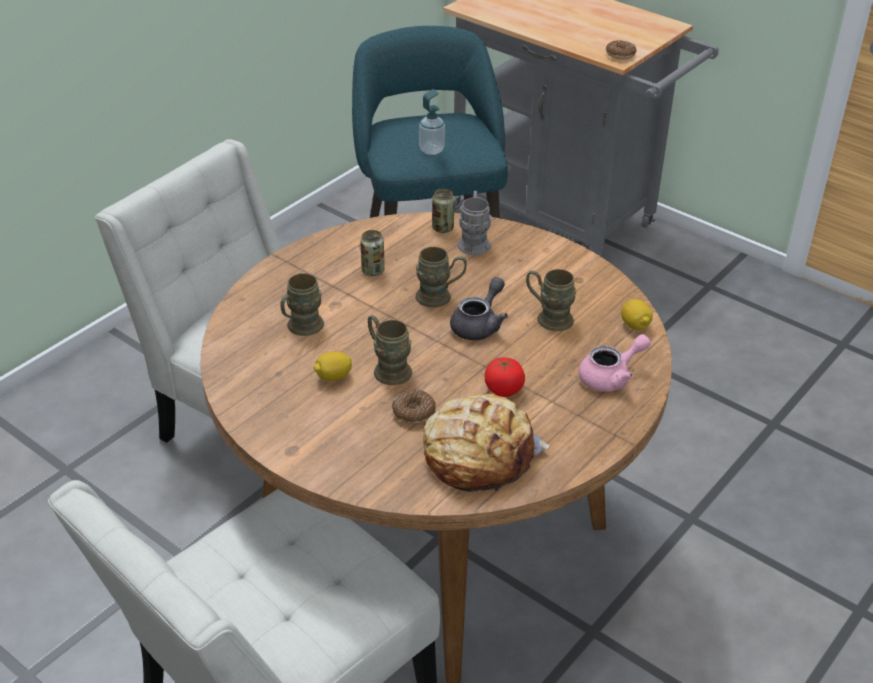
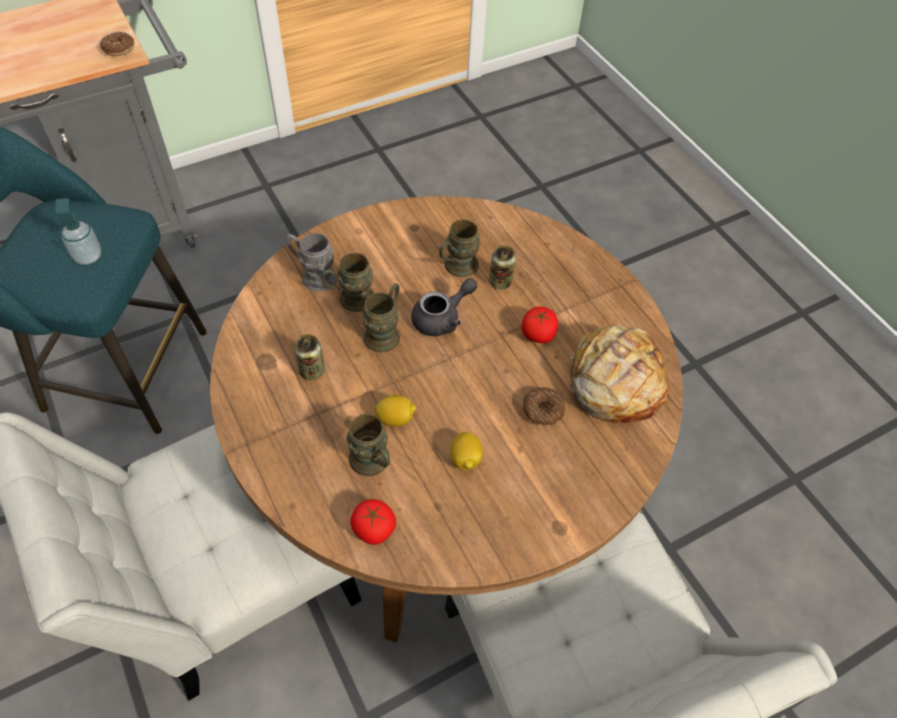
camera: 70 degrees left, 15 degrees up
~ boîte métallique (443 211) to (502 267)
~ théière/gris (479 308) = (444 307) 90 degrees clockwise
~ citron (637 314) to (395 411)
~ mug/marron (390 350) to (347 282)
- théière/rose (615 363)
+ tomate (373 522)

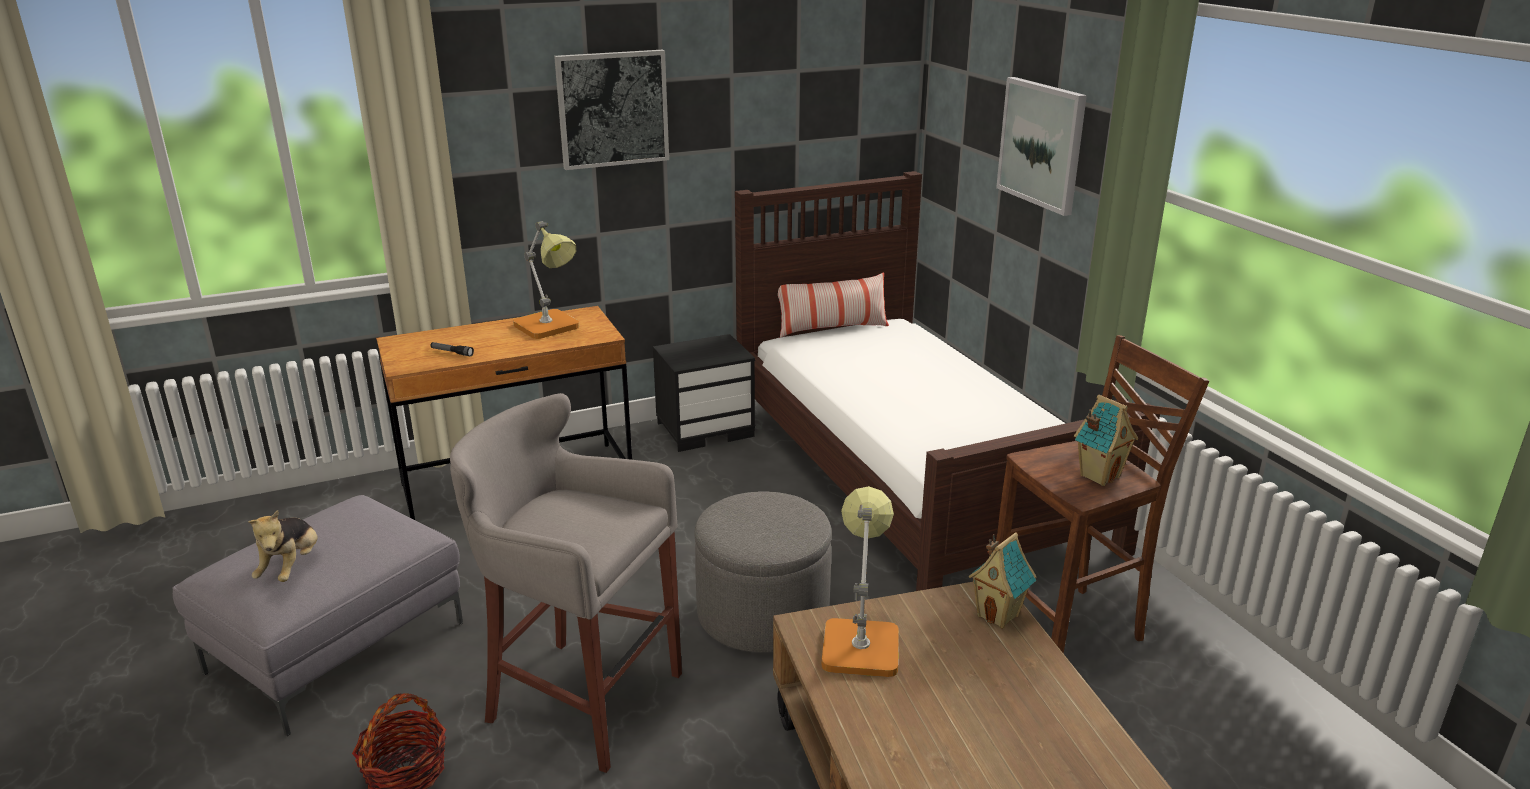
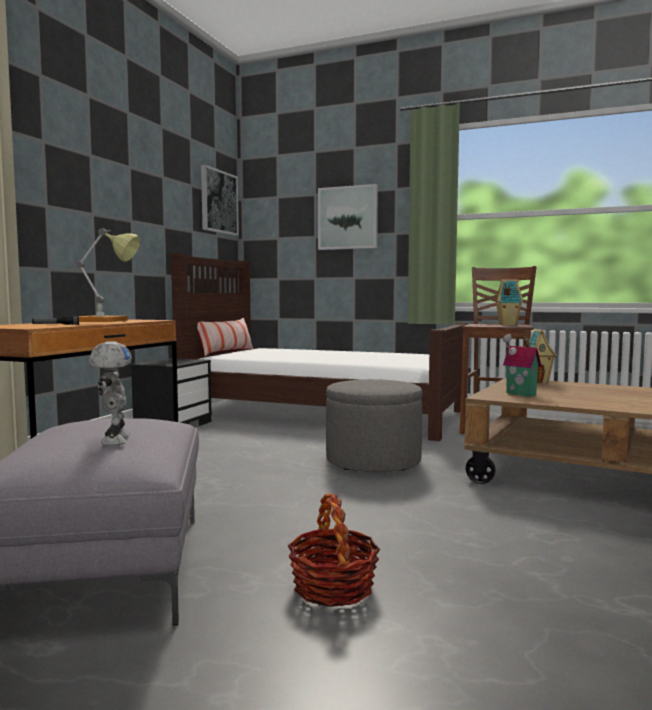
camera: 45 degrees left, 20 degrees down
~ tableau (611 110) to (220 200)
- tabouret/gris (566 583)
~ lampe de table (860 581) to maison miniature (522 365)
~ peluche (283 546) to robot jouet (110 393)

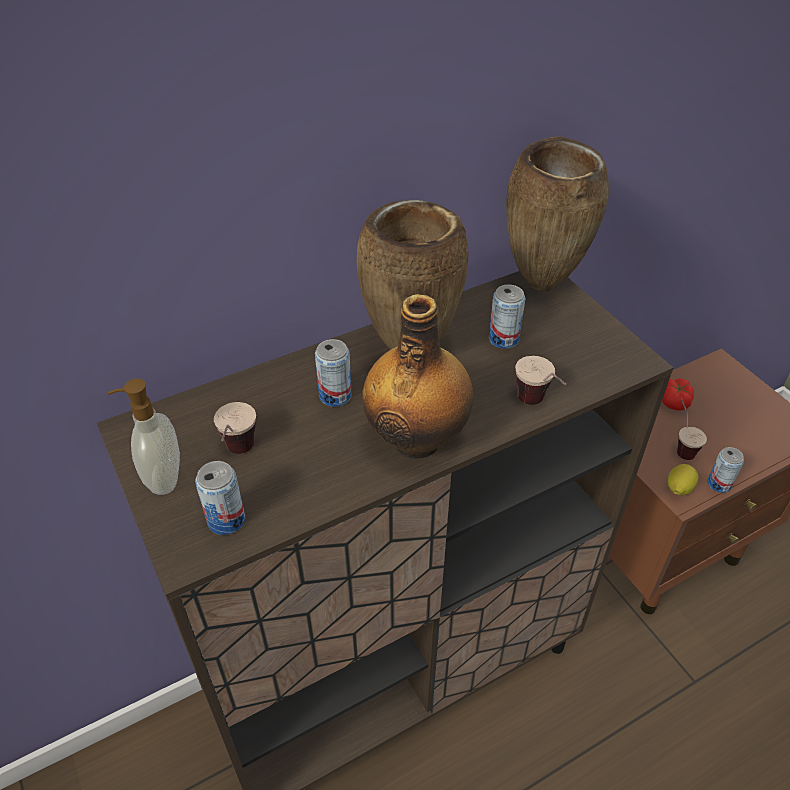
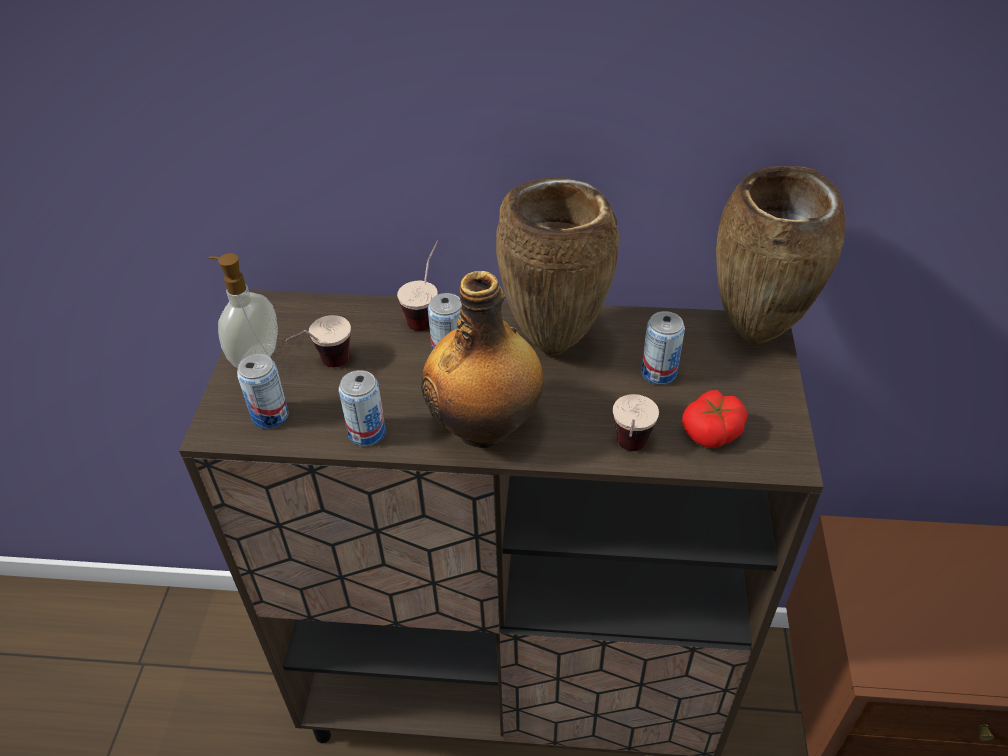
camera: 35 degrees right, 0 degrees up
~ tomate (678 394) to (715 419)
~ tasse (692 429) to (418 286)
~ boîte métallique (725 470) to (362 408)
- citron (683 479)

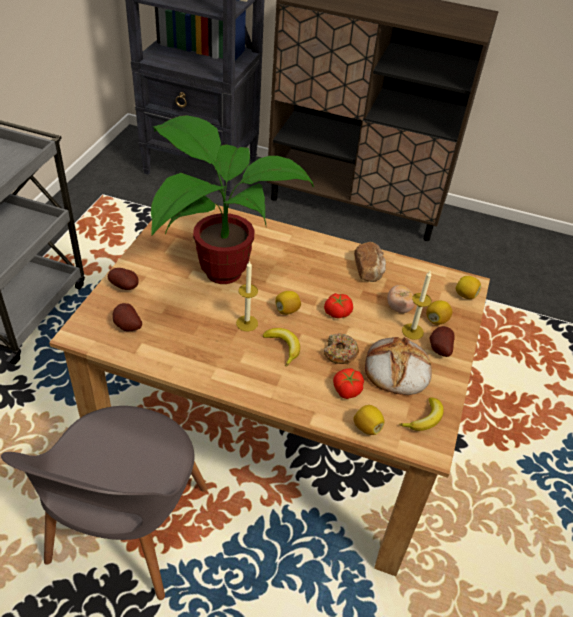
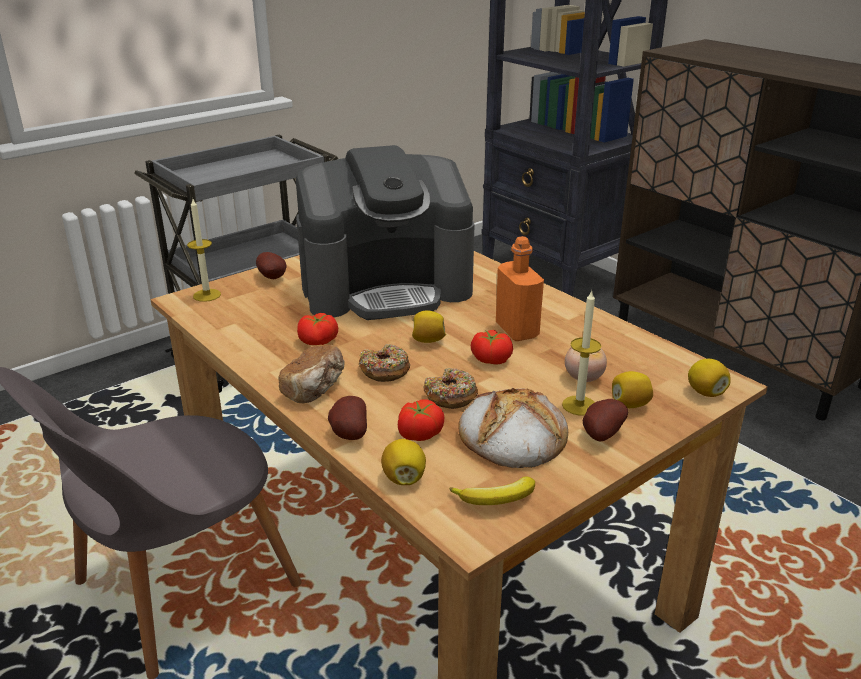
camera: 35 degrees right, 15 degrees down
~ plante en pot (232 199) to machine à café (385 232)
~ pain (370 262) to (311 374)
~ bougie (247 295) to (204 250)
~ pomme de terre (127 317) to (347 418)
~ banane (281 347) to beignet (384 363)
+ bouteille/orange (520 288)
+ tomate (317 329)

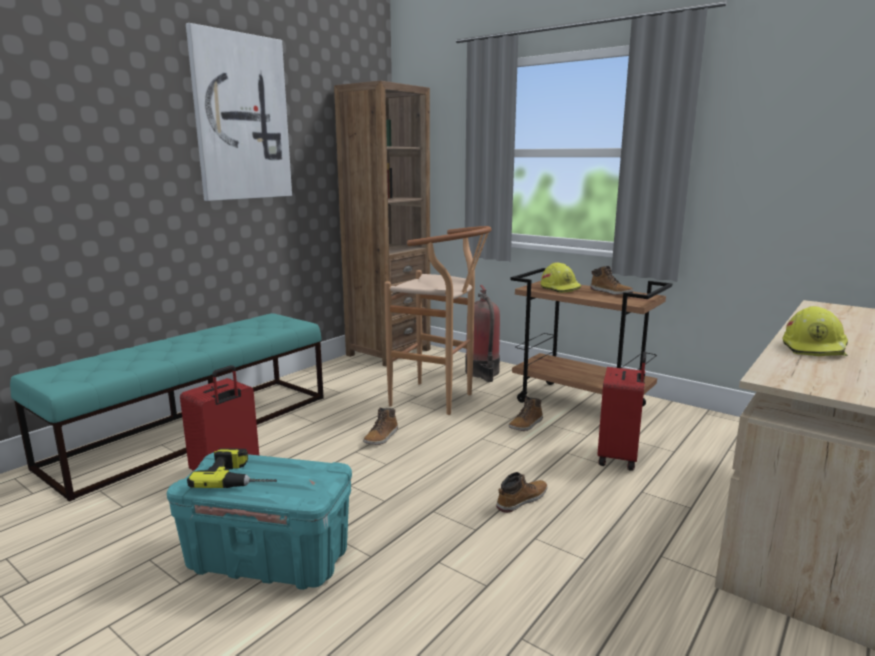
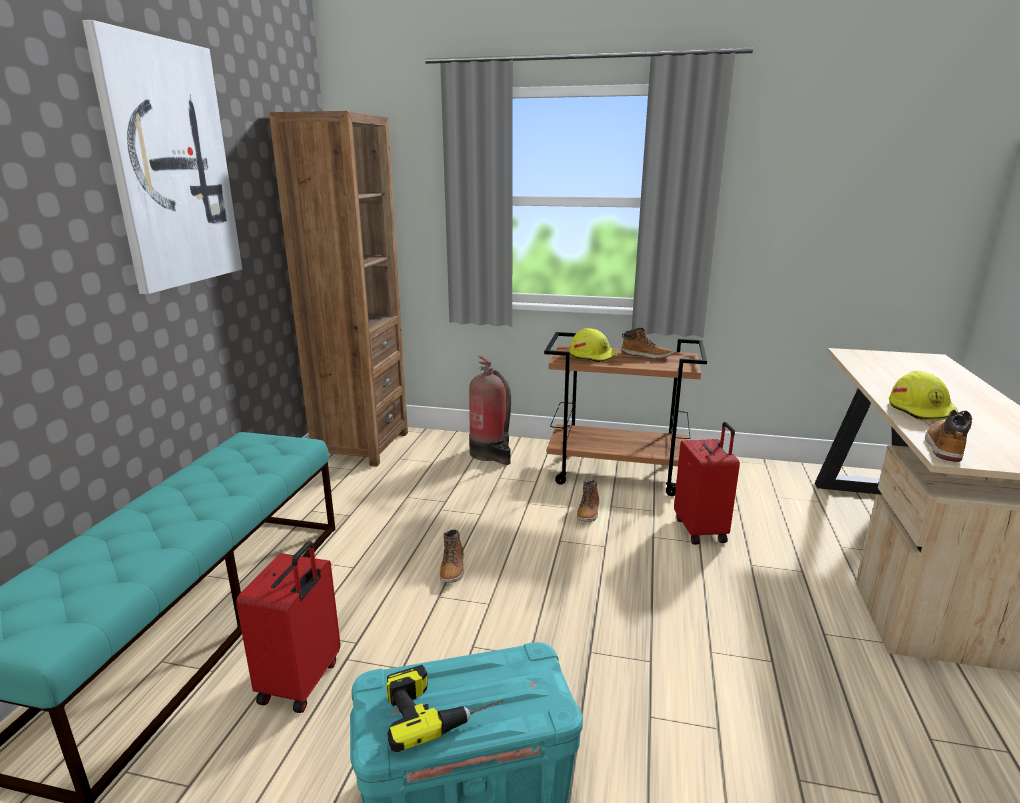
camera: 25 degrees left, 5 degrees up
- tabouret/marron (438 320)
~ botte (522 492) to (948 436)

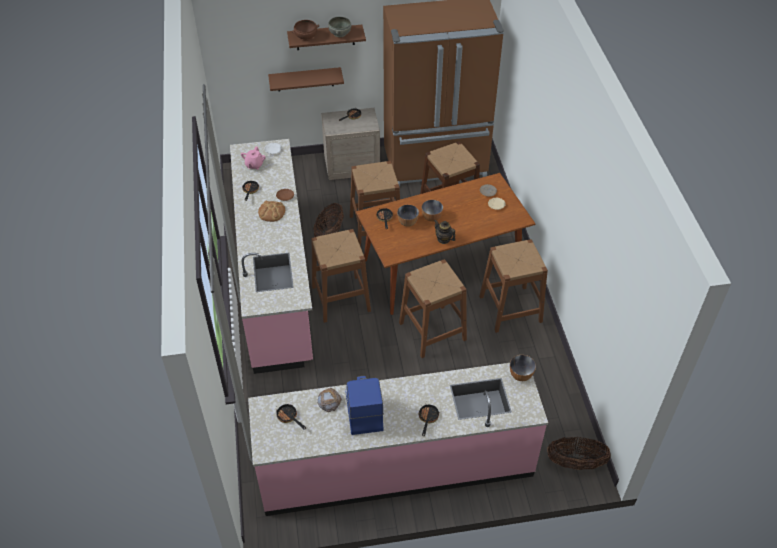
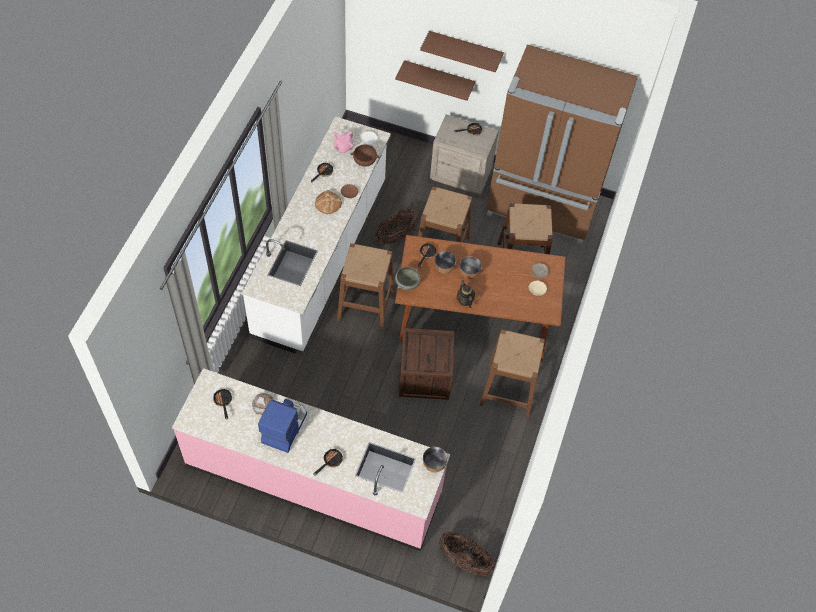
camera: 25 degrees right, 10 degrees up
~ bol/gris (339 27) to (407 278)
~ bol/marron (305 30) to (364 156)
~ comptoir de cuisine/rose (271 256) to comptoir de cuisine/blanc (316 235)
~ tabouret/marron (433 308) to caisse (426 364)

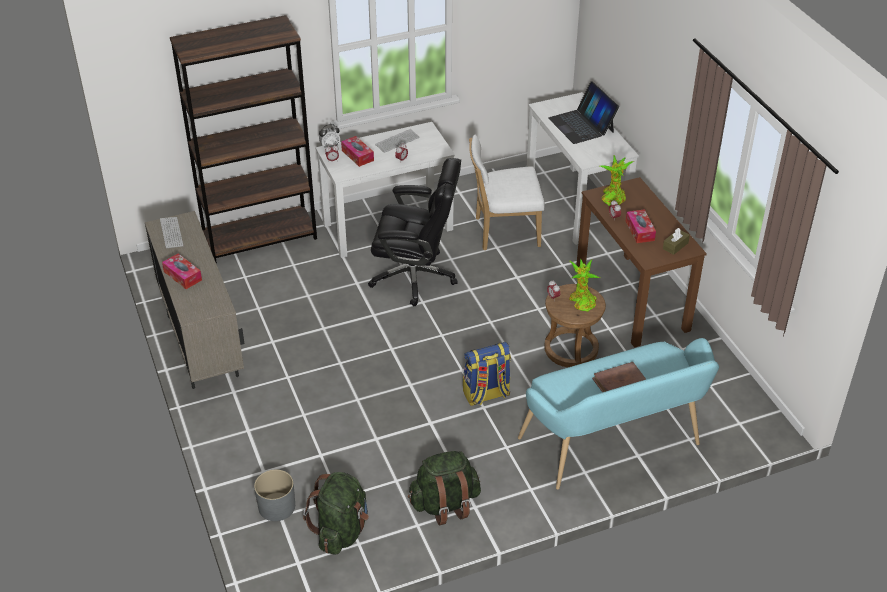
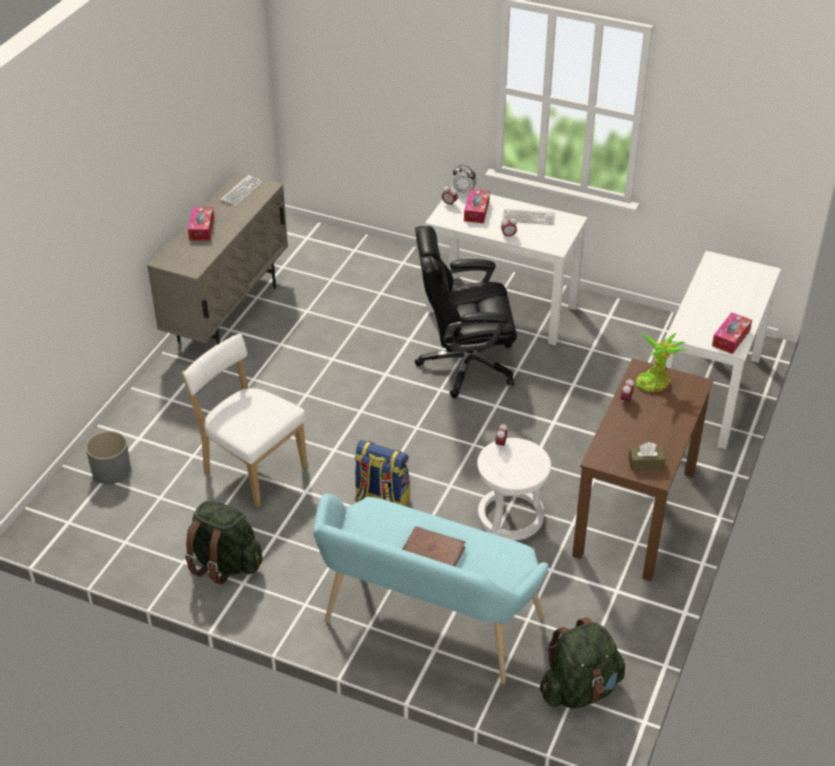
camera: 45 degrees right, 0 degrees up
- bibliothèque/marron (243 139)
- ordinateur portable (583 112)
~ chaise/blanc (507 192) to (244 421)
~ chaise de bureau/noir (414 232) = (466 312) 120 degrees clockwise
~ boîte à mouchoirs (640 226) to (732 333)
- plante en pot (584 285)
~ tabouret/marron (575 325) to tabouret/blanc (514 489)
~ sac à dos/vert (336 513) to (582 663)

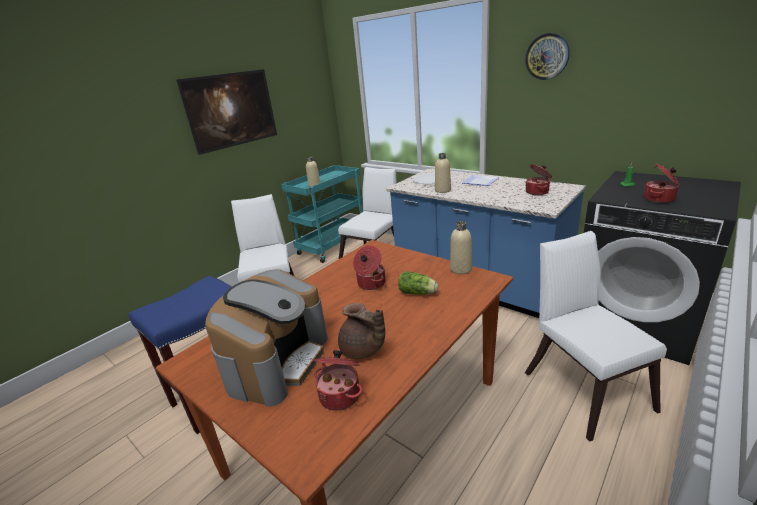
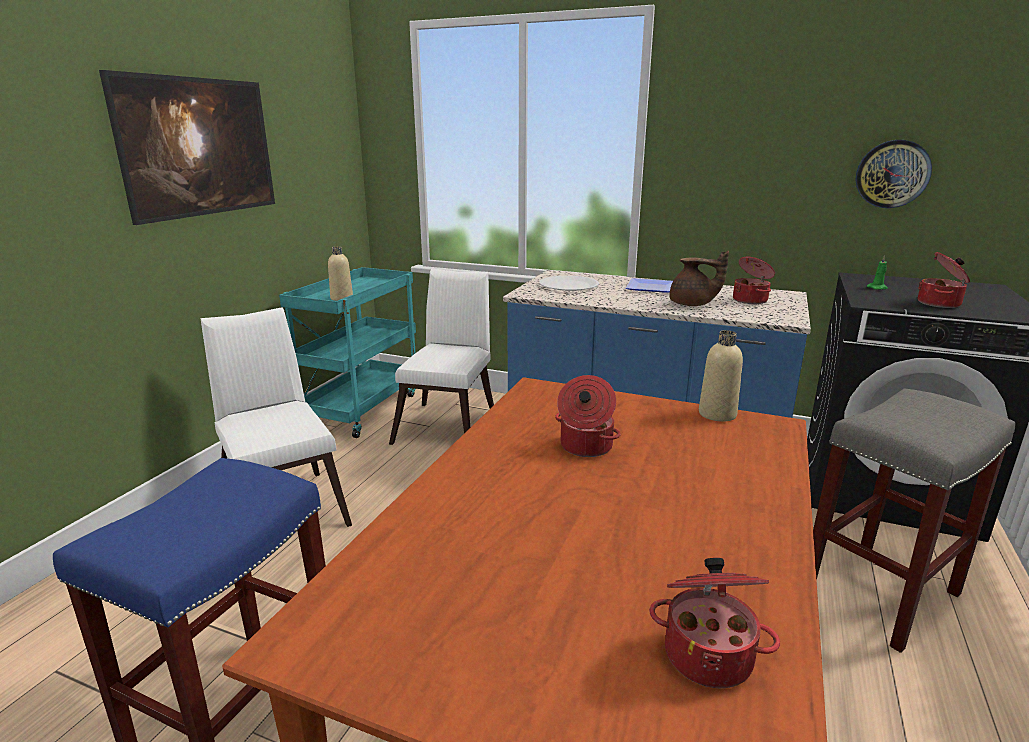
camera: 20 degrees left, 5 degrees down
~ horloge murale (547 56) to (893 174)
- bouteille/beige (443 173)
~ chaise/blanc (596 336) to tabouret/gris (914 521)
- machine à café (266 338)
- laitue (418 283)
~ théière/marron (361 331) to (699 278)

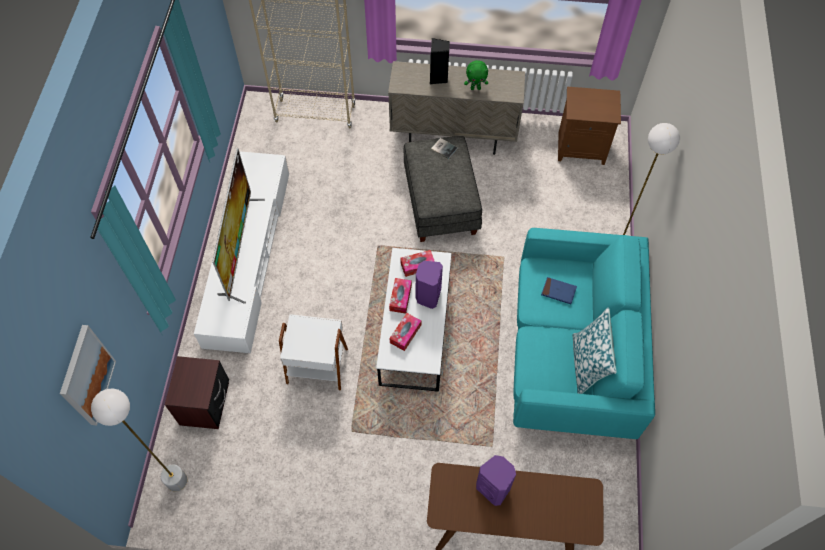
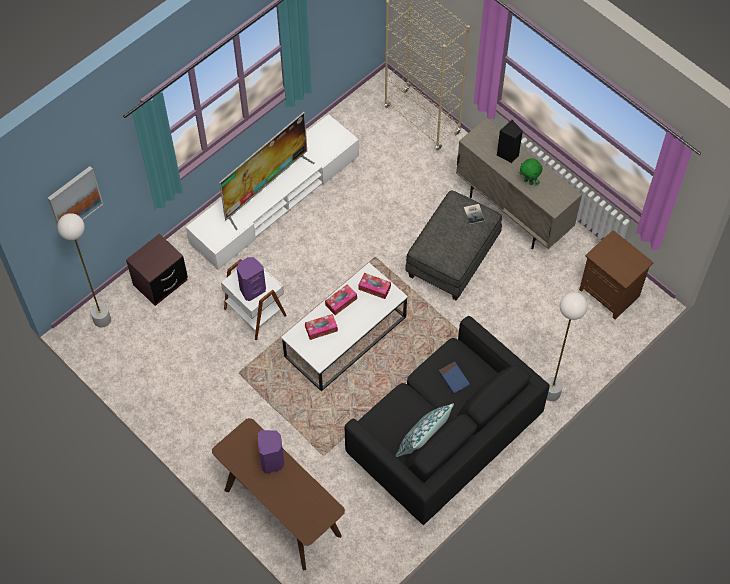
camera: 40 degrees right, 0 degrees up
~ canapé/turquoise (584 333) to canapé/noir (447 420)
~ enceinte/violet (429 285) to (251 279)

